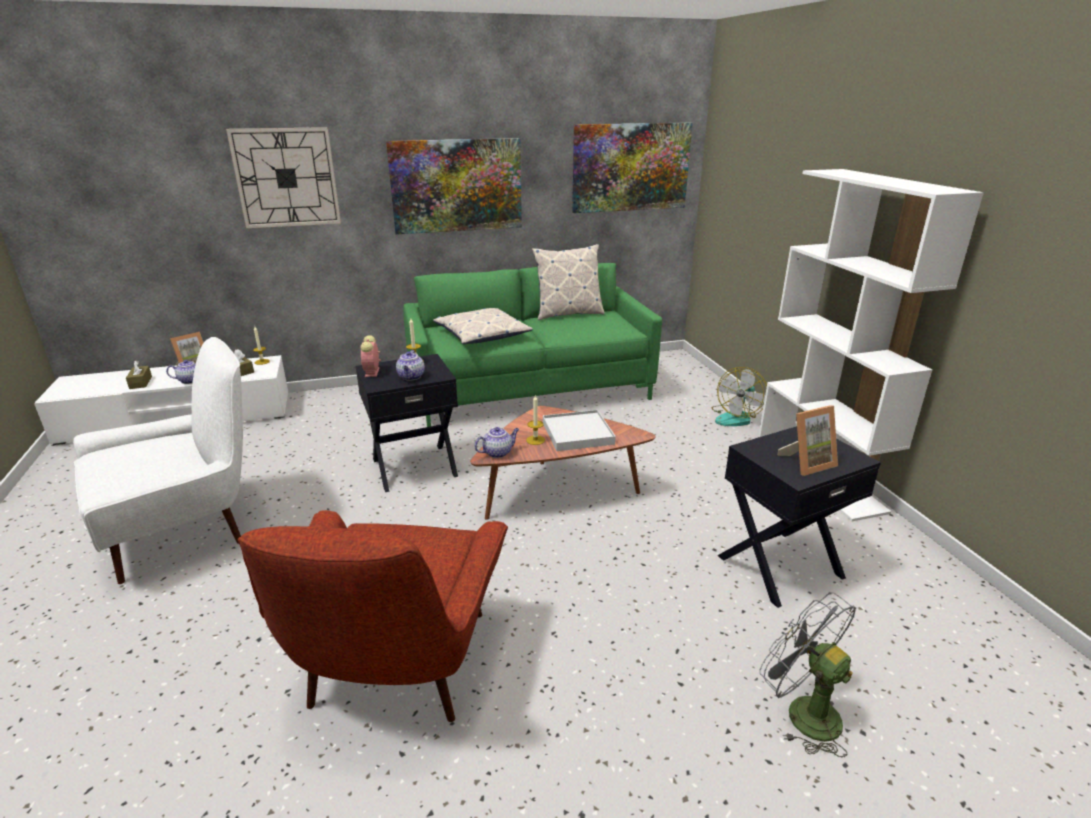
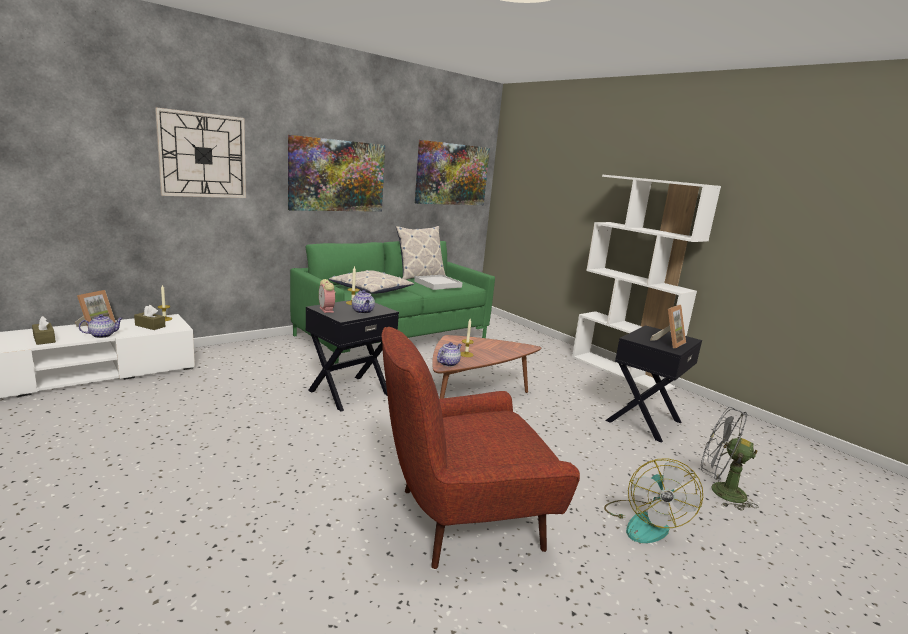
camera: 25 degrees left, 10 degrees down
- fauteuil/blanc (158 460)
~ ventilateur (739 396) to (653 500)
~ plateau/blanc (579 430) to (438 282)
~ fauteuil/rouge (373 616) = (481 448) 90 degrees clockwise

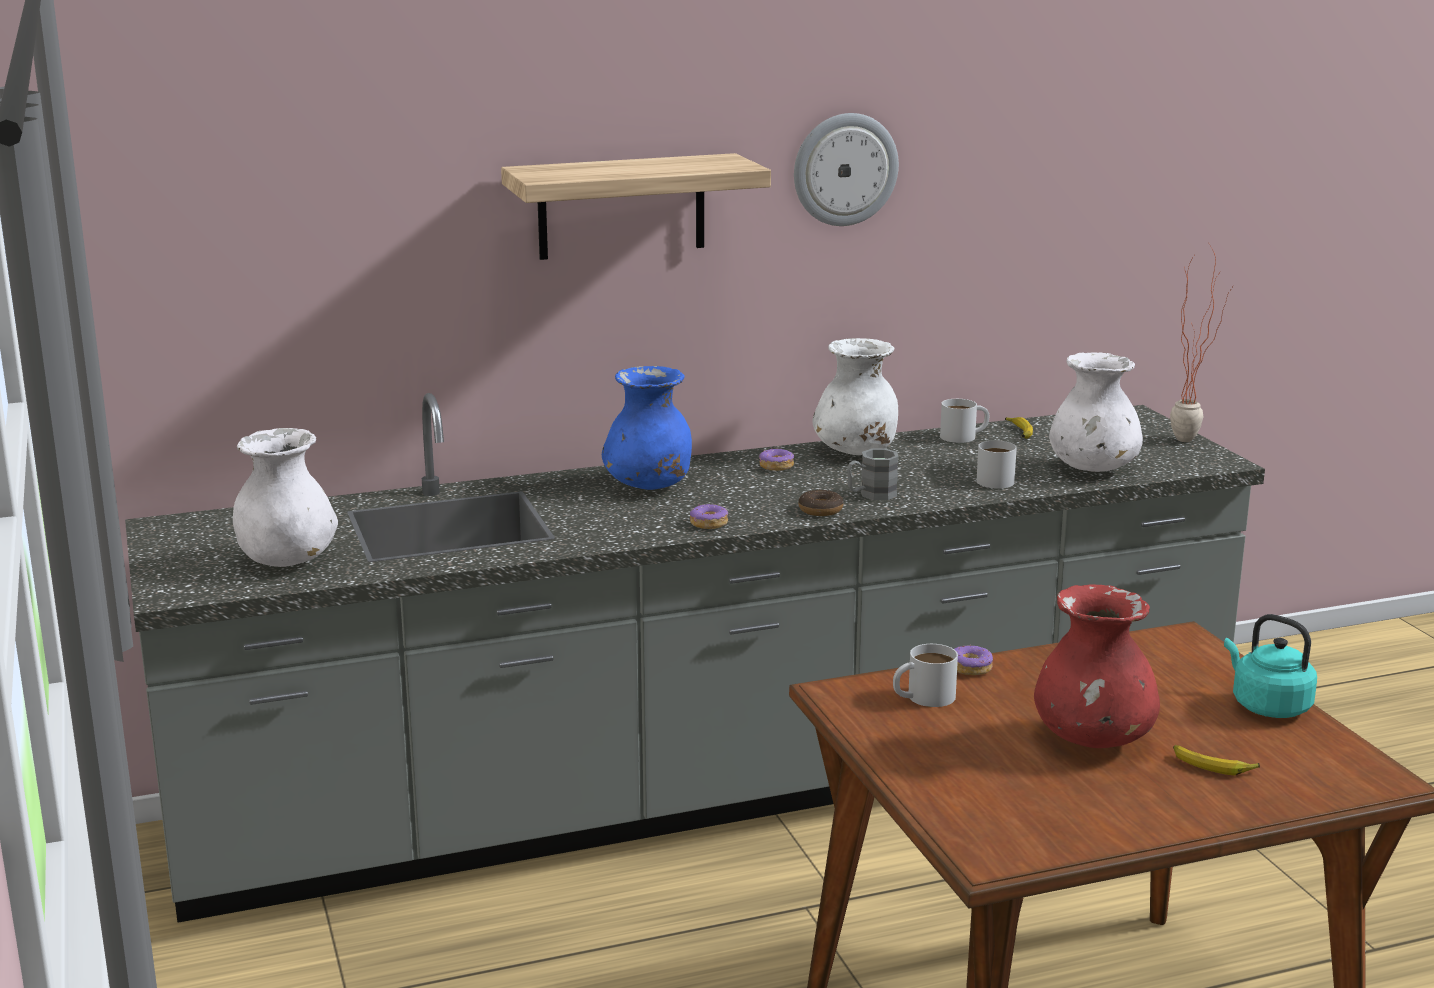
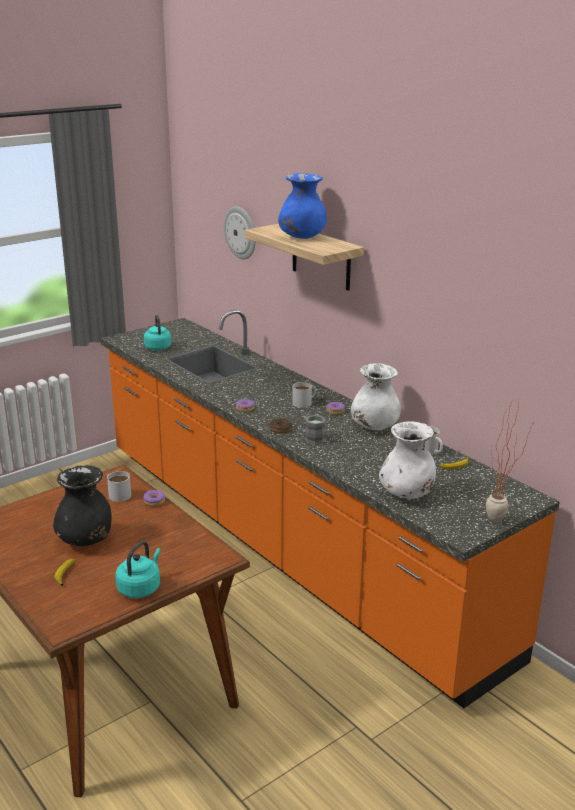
camera: 70 degrees right, 5 degrees up
~ horloge murale (846 169) to (240 232)
~ vase/bleu (647 428) to (302 206)
~ comptoir de cuisine/gris (695 658) to comptoir de cuisine/orange (330 509)
~ vase/blanc (285 497) to bouilloire/turquoise (157 332)
~ mug/blanc (996 464) to (304 395)
~ vase/rouge (1097 666) to vase/noir (82 505)

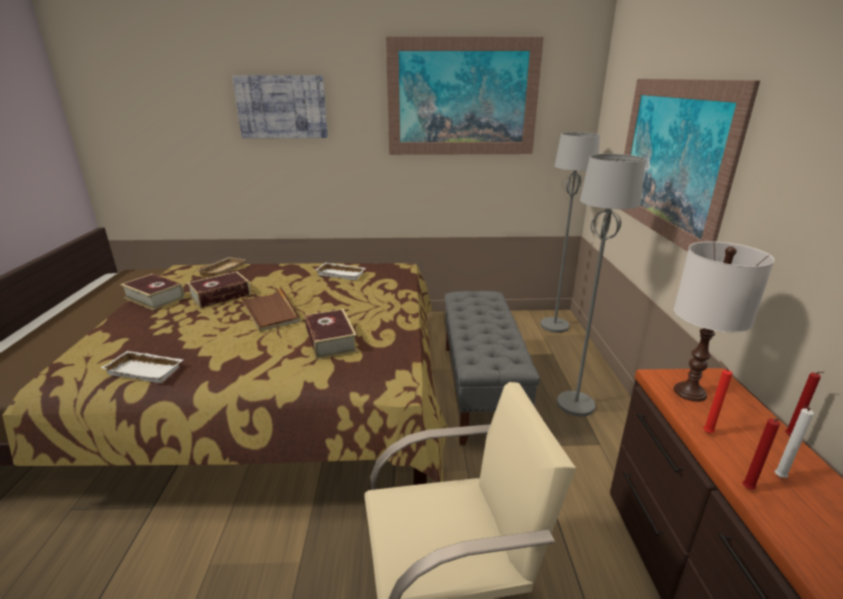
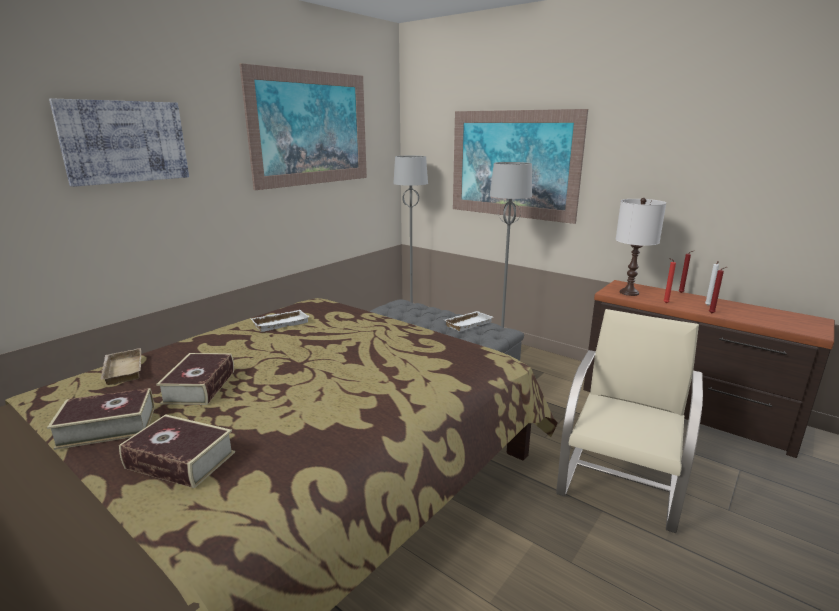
camera: 50 degrees left, 5 degrees down
- plateau/marron (269 309)
~ livre (331 334) to (177 451)
~ plateau/blanc (142 367) to (468 321)

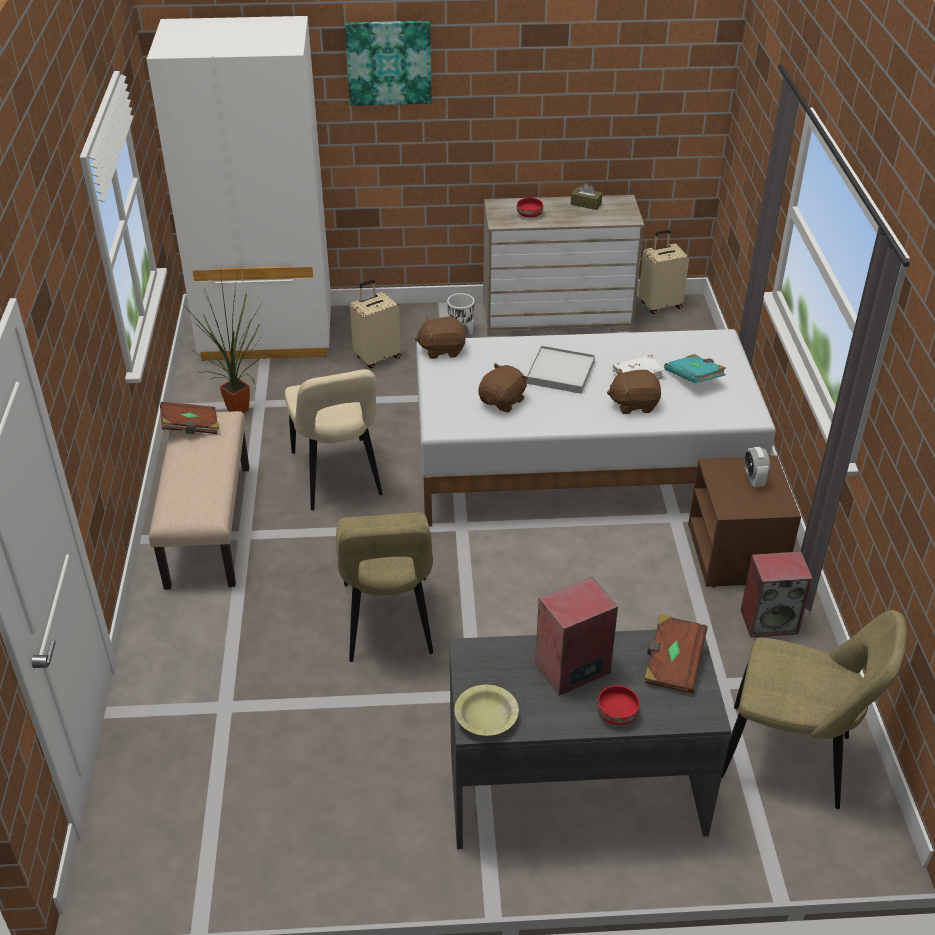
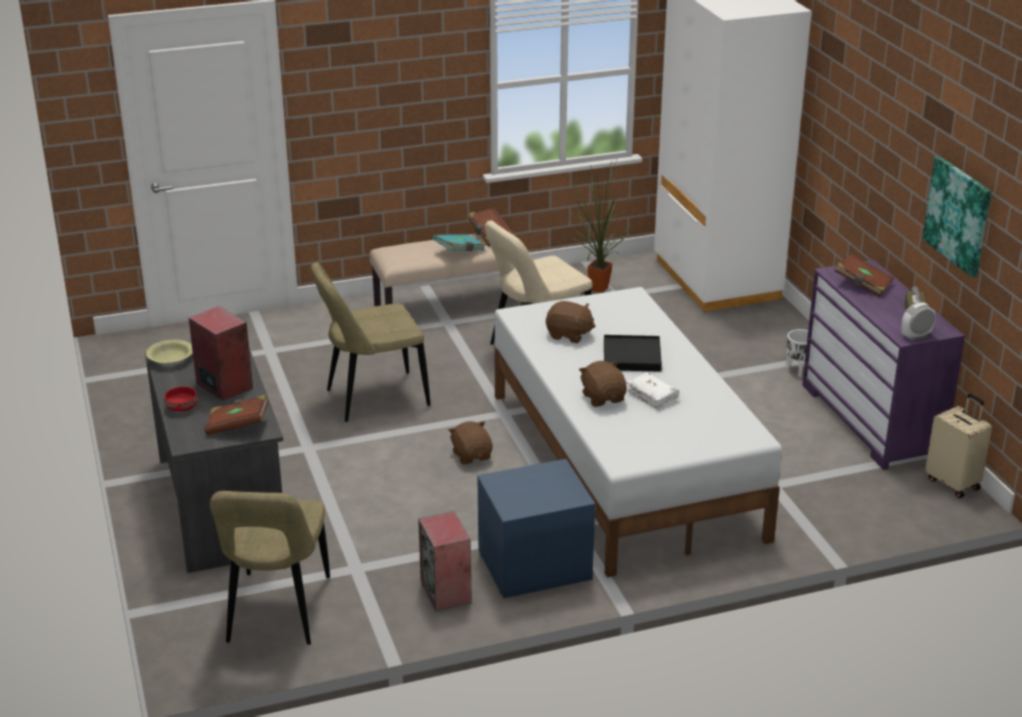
camera: 75 degrees right, 10 degrees down
~ tableau (388 63) to (957 216)
~ commode/beige (563 265) to commode/violet (883 365)
~ bol/rouge (530 208) to livre/marron (864 275)
- valise/beige (375 324)
~ peluche/marron (441 337) to (470 442)
~ plateau/blanc (560 369) to plateau/noir (633 353)
~ livre/turquoise (695 368) to (460 243)
~ réveil (757 467) to (919 321)
~ table de chevet/marron (744 522) to table de chevet/bleu (536 528)

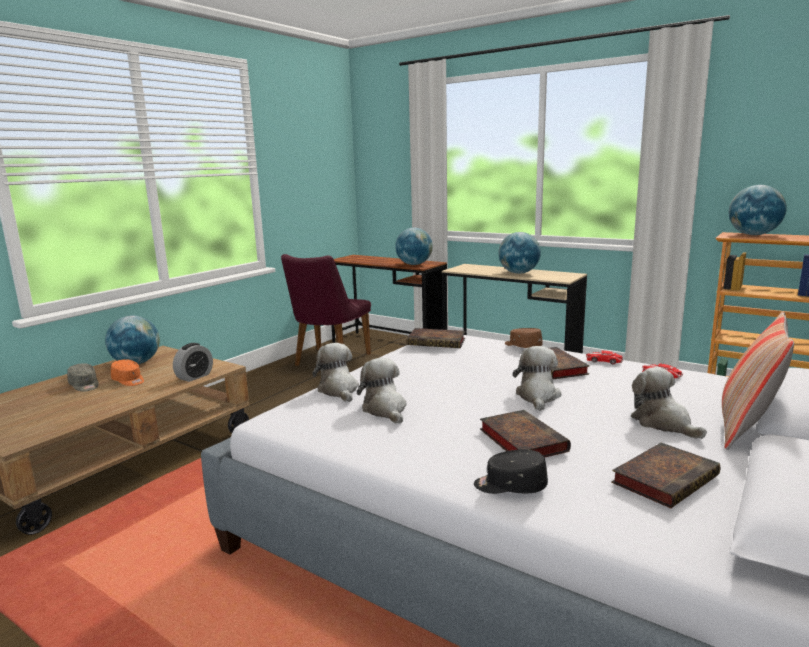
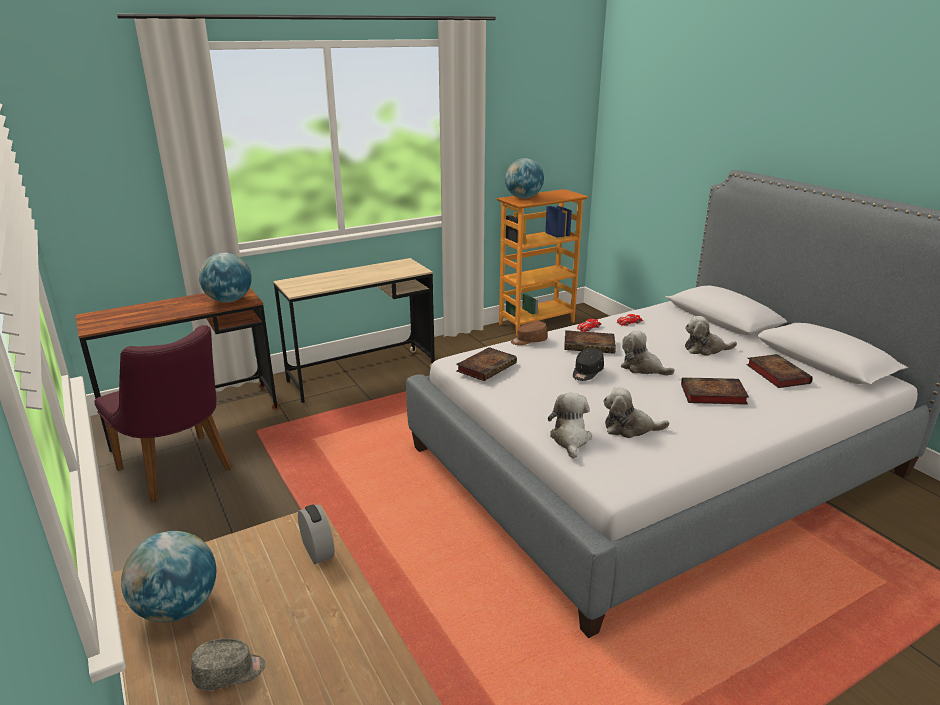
camera: 65 degrees left, 10 degrees up
- globe (519 253)
- coussin (758 380)
~ peluche (335 372) = (570 426) 90 degrees clockwise
- casquette/orange (127 372)
~ casquette/noir (511 471) to (588 364)

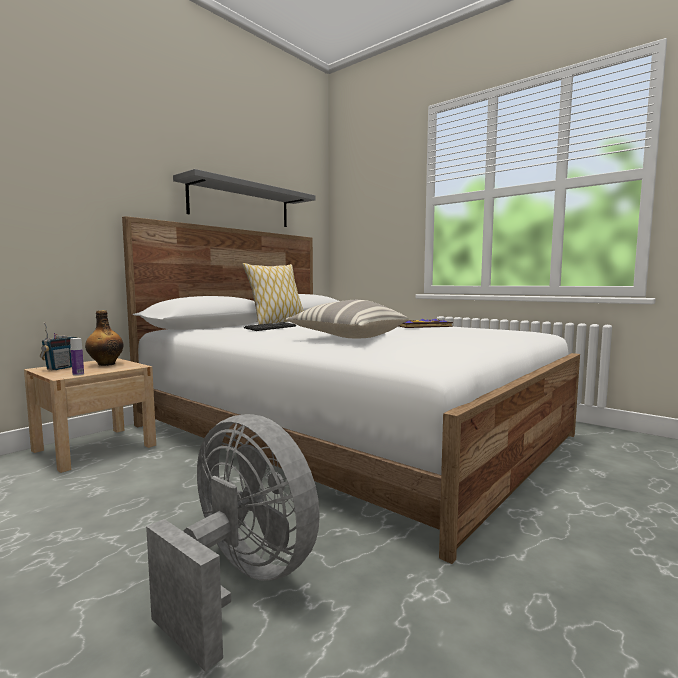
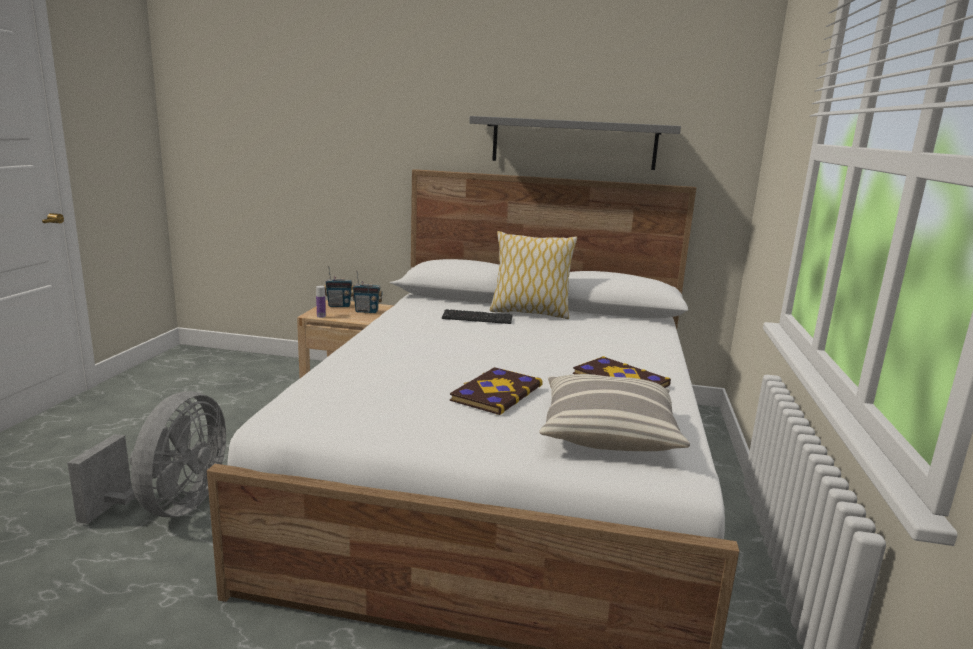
camera: 60 degrees right, 10 degrees up
~ coussin (347 319) to (615 412)
~ bouteille (104 338) to radio (366 291)
+ livre (496 391)

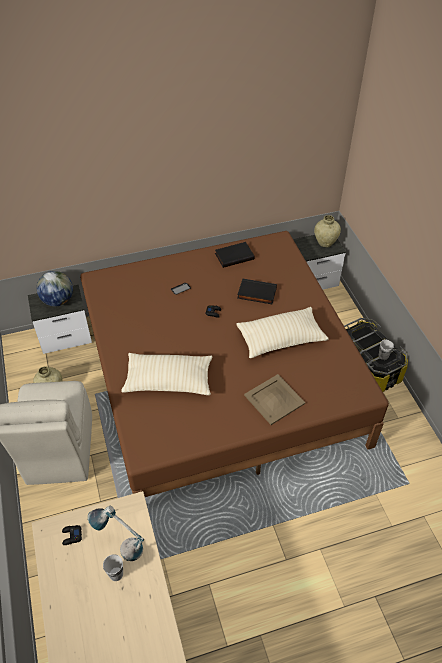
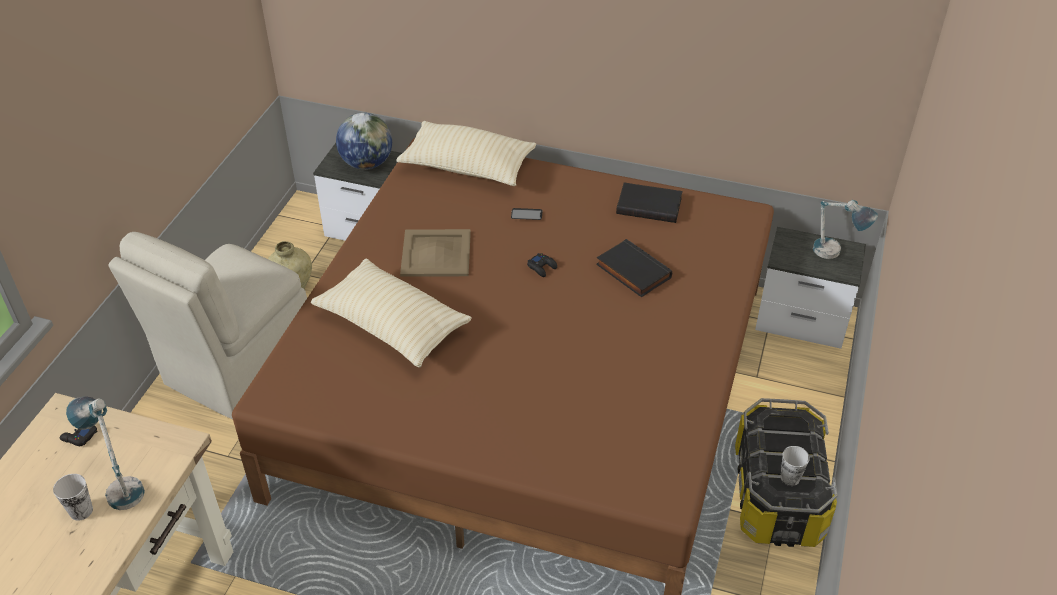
camera: 35 degrees right, 5 degrees down
~ vase/beige (327 231) to lampe de table (845 229)
~ coussin/beige (282 332) to (466 153)
~ plateau/beige (274 399) to (435 253)

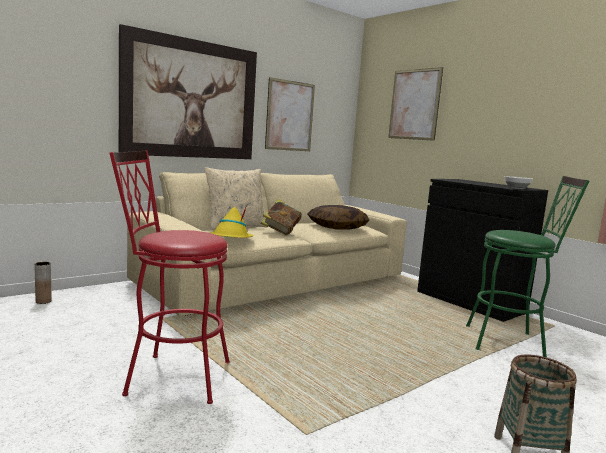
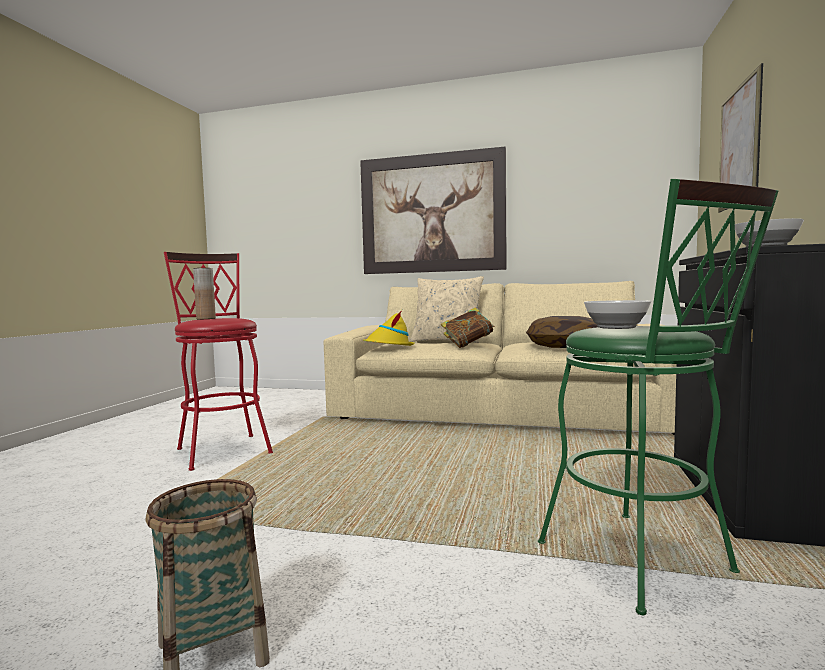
camera: 55 degrees right, 5 degrees down
- tableau (290 114)
~ vase/marron (43 283) to (204 293)
+ bol (617 314)

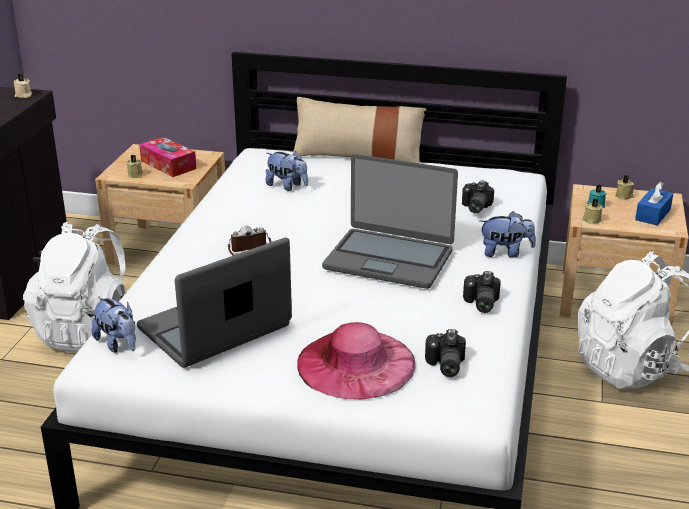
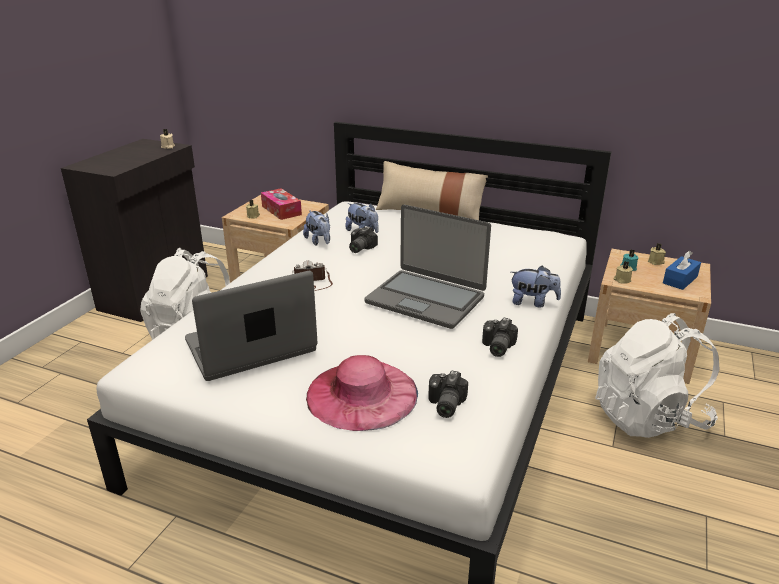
camera: 10 degrees right, 0 degrees up
~ appareil photo (478 196) to (363 239)
~ peluche (114 324) to (316 228)

